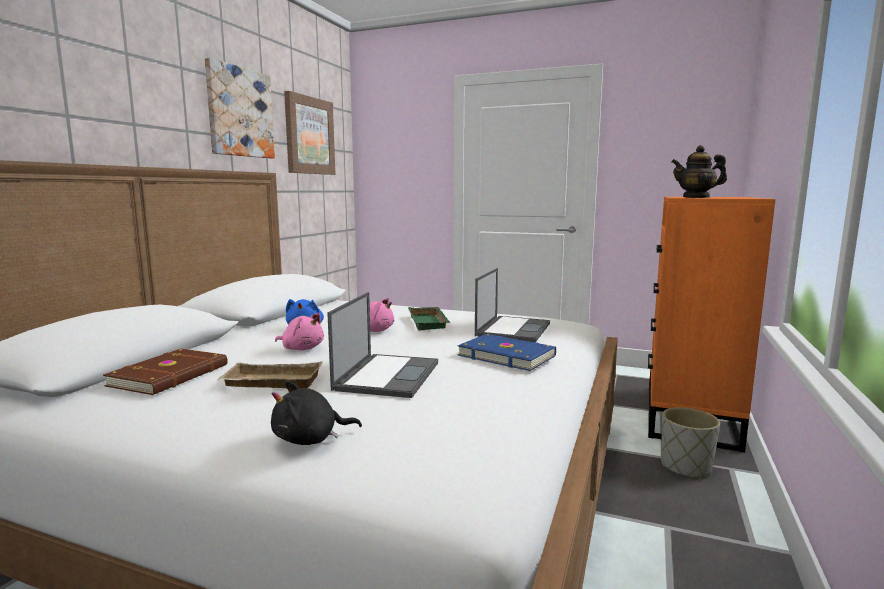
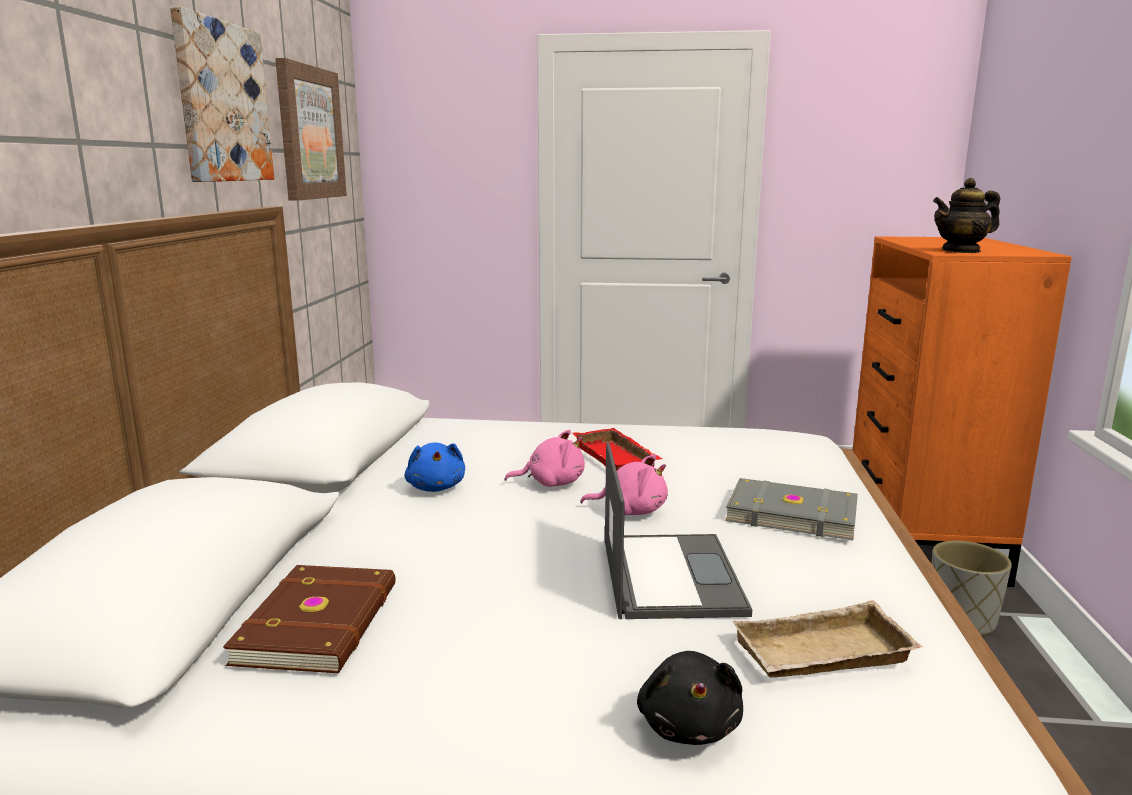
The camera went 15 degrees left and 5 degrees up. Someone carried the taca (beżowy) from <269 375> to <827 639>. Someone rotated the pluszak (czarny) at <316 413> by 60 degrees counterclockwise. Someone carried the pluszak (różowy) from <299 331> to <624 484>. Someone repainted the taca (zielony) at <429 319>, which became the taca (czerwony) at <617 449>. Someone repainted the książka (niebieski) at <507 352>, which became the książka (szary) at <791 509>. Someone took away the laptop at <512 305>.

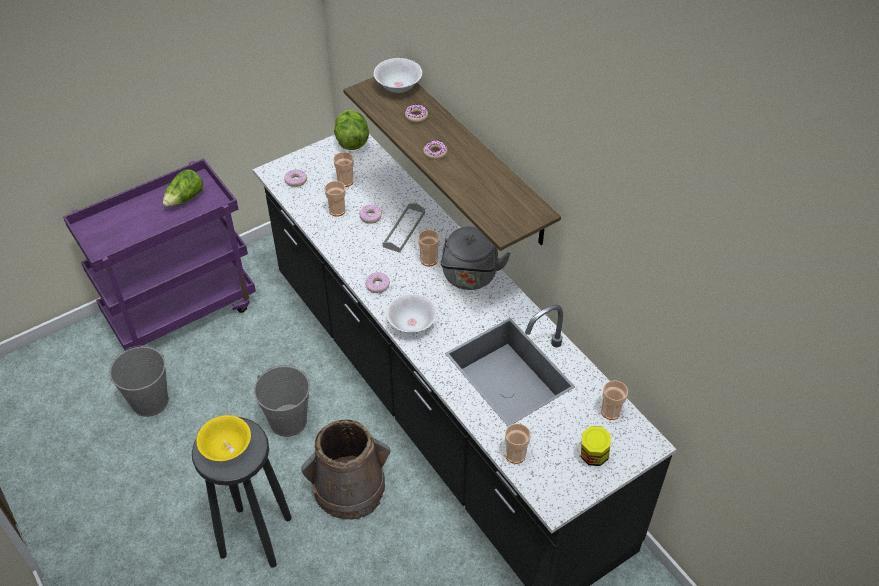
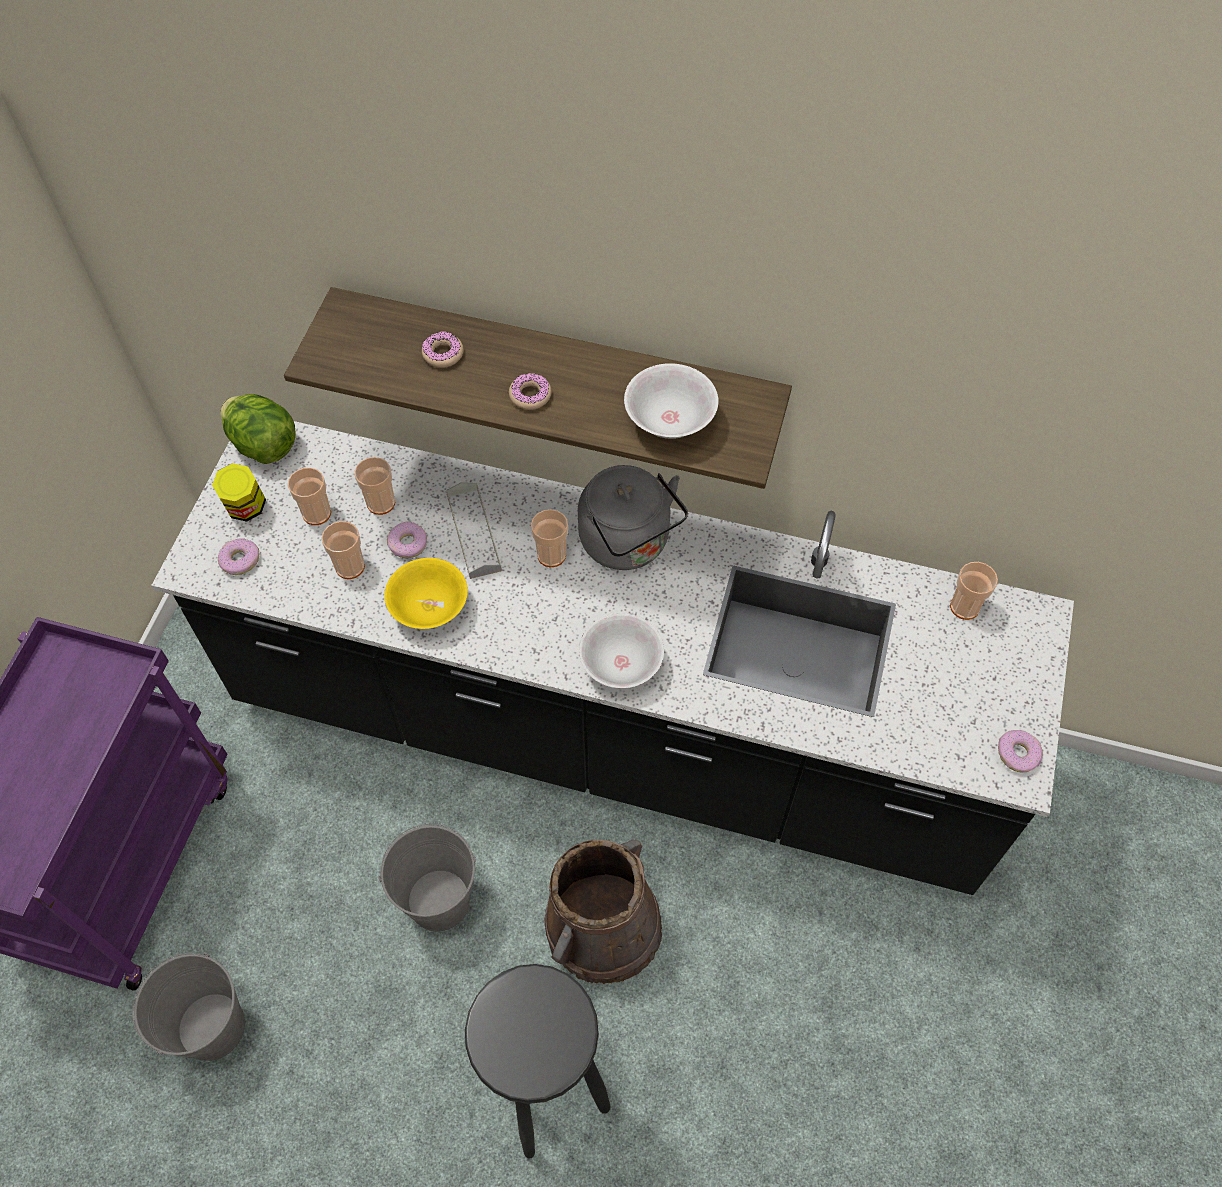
The camera went 40 degrees left and 10 degrees up. Someone took away the sałata at <183 188>. Someone carried the miska (żółty) from <223 438> to <426 593>. Someone carried the donut from <378 282> to <1020 751>. Someone carried the miska (biały) from <398 75> to <671 401>. Someone carried the filiżanka from <518 443> to <375 486>. Someone carried the słoik from <596 446> to <239 492>.

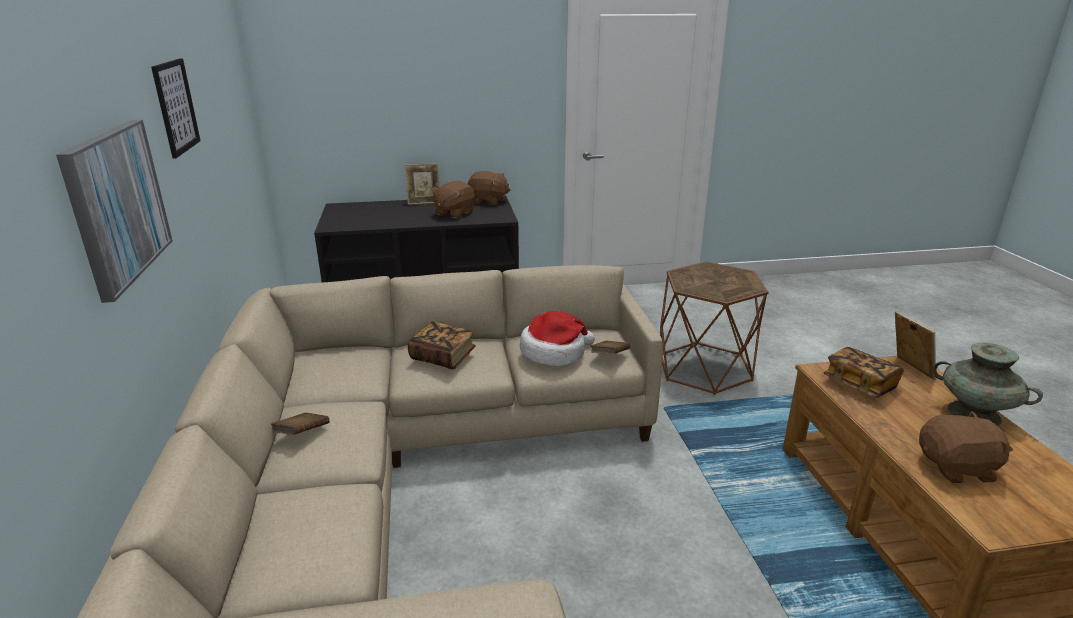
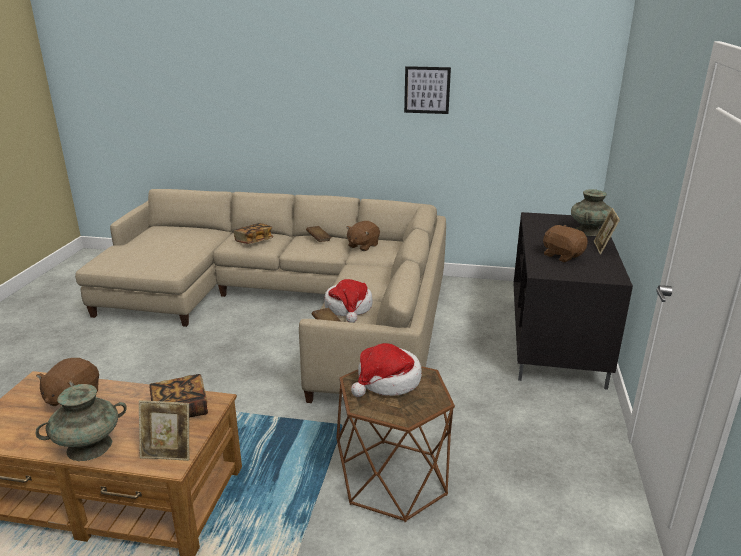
The camera went 110 degrees right and 0 degrees up. Someone took away the obraz at <114 211>. Someone carried the książka from <442 345> to <253 233>. Someone carried the pluszak (brązowy) from <489 188> to <363 236>. Someone put down the kapelusz at <386 370>. Someone put down the wazon (turkusowy) at <591 212>.

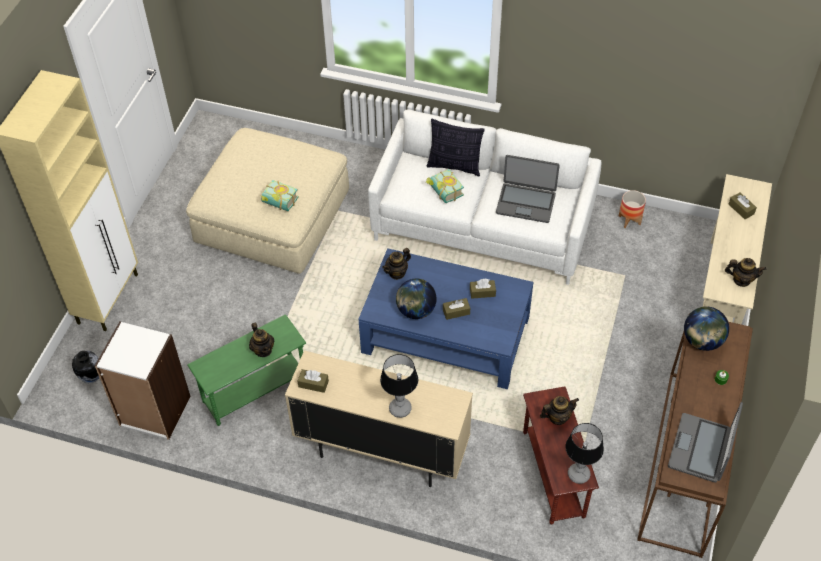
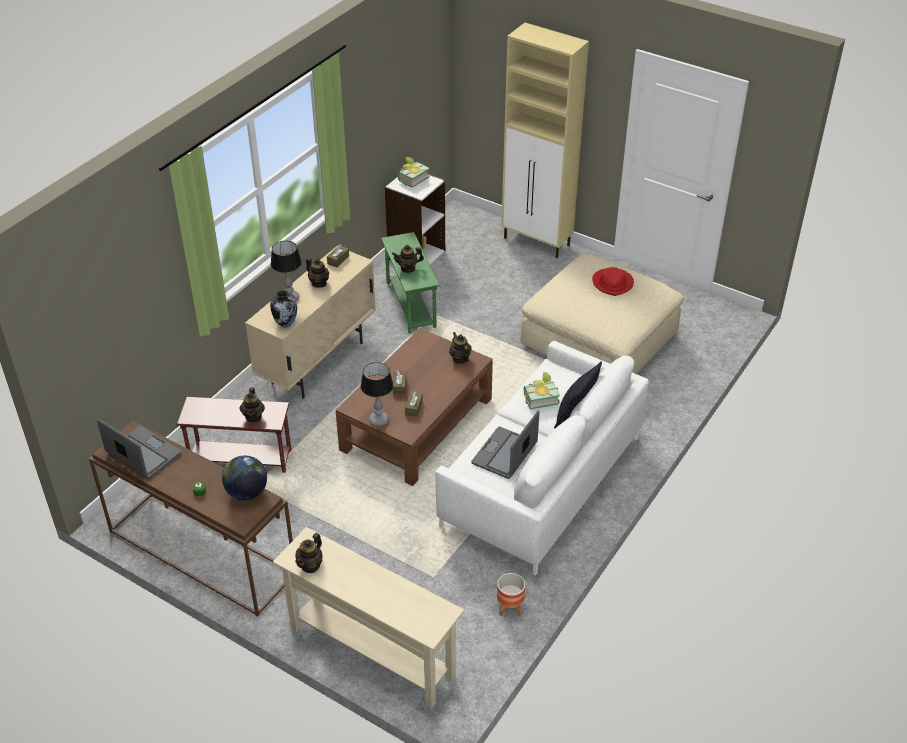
The camera went 105 degrees right and 10 degrees down. Someone carried the wazon from <85 367> to <283 308>. Someone carried the książka from <279 195> to <413 172>. Someone repainted the ława (niebieski) at <445 318>, which became the ława (brązowy) at <414 407>. Someone took away the globus at <416 298>. Someone carried the lampa stołowa from <584 453> to <377 394>. Someone took away the pudełko chusteczek (brązowy) at <742 206>. Someone put down the imbryk at <317 273>. Someone put down the kapelusz (czerwony) at <613 281>.

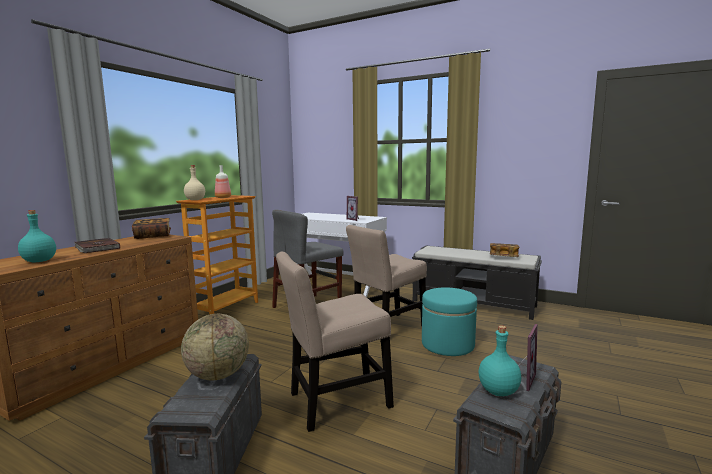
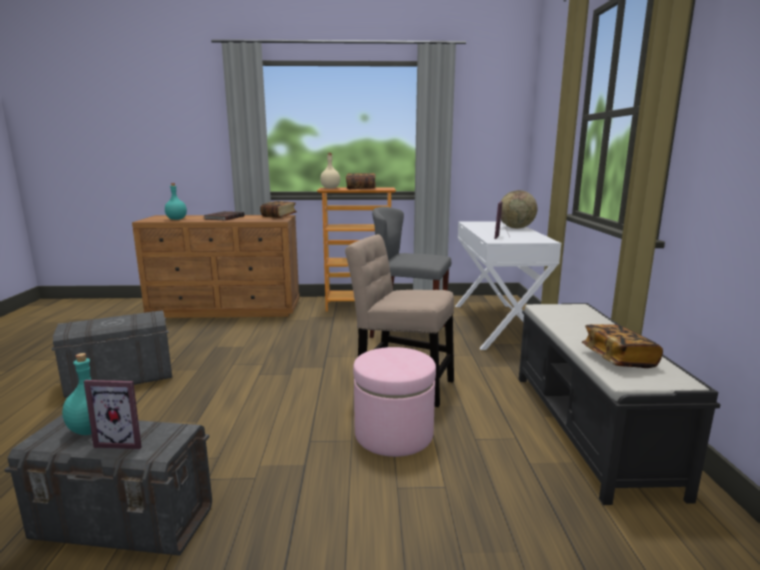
The camera went 60 degrees right and 5 degrees up. Someone carried the globus from <215 347> to <519 209>. Someone swapped the butelka at <223 181> for the książka at <361 181>. Someone took away the krzesło (beżowy) at <335 342>. Someone repainted the pufa (turkusowy) at <449 321>, which became the pufa (różowy) at <394 402>.

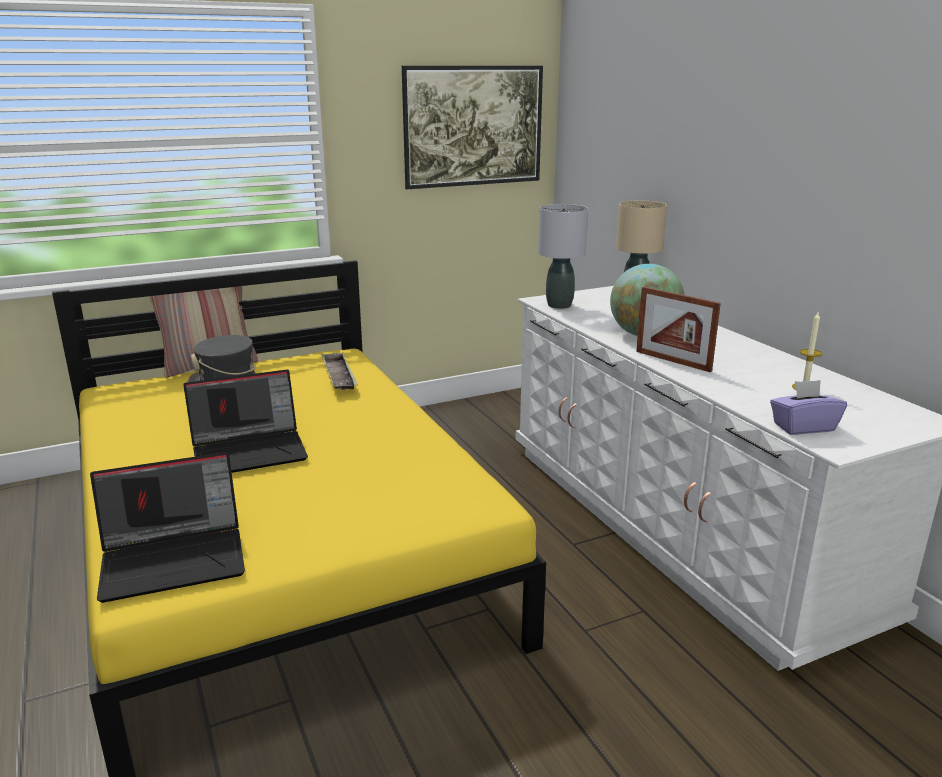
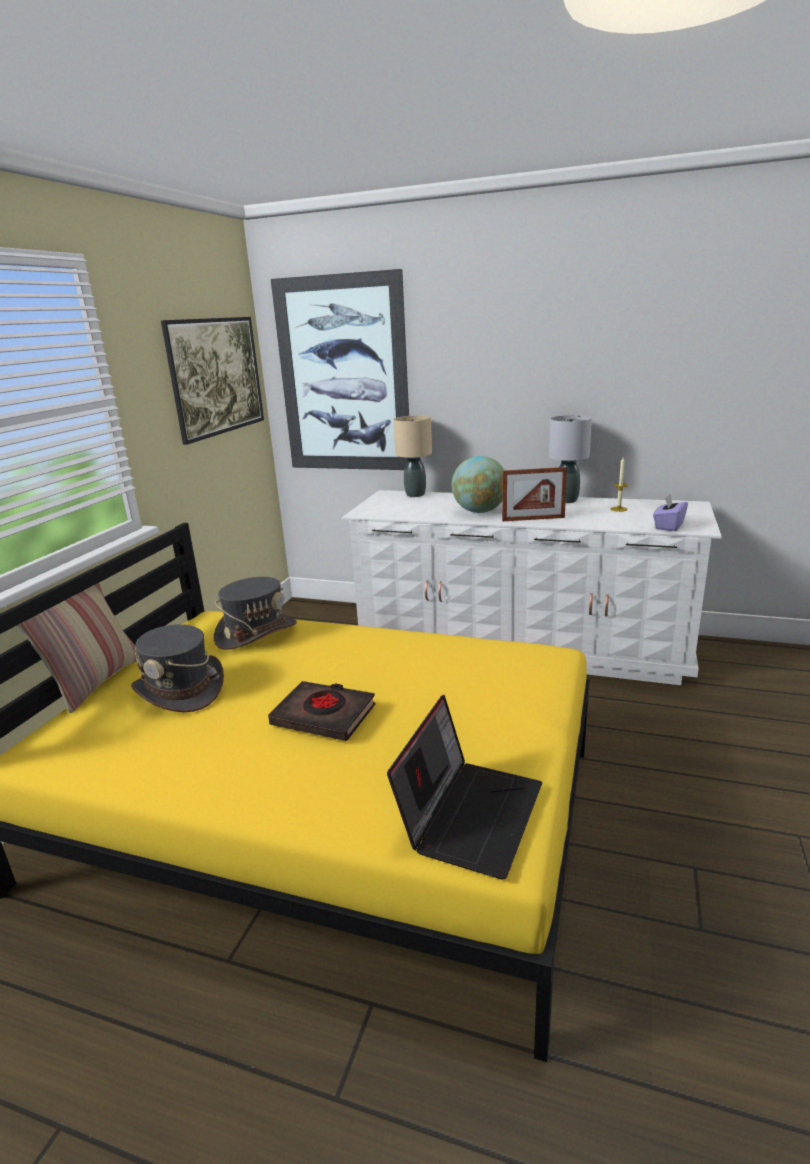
The camera went 45 degrees left and 0 degrees up. Someone swapped the laptop at <245 421> for the książka (czarny) at <322 711>. Someone swapped the taca at <339 371> for the kapelusz (szary) at <255 613>. Someone carried the lampa stołowa (szary) from <563 256> to <570 459>. Someone put up the obraz at <340 369>.

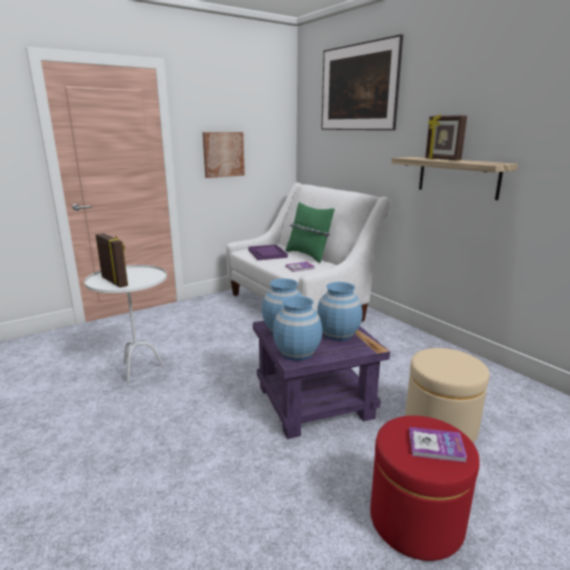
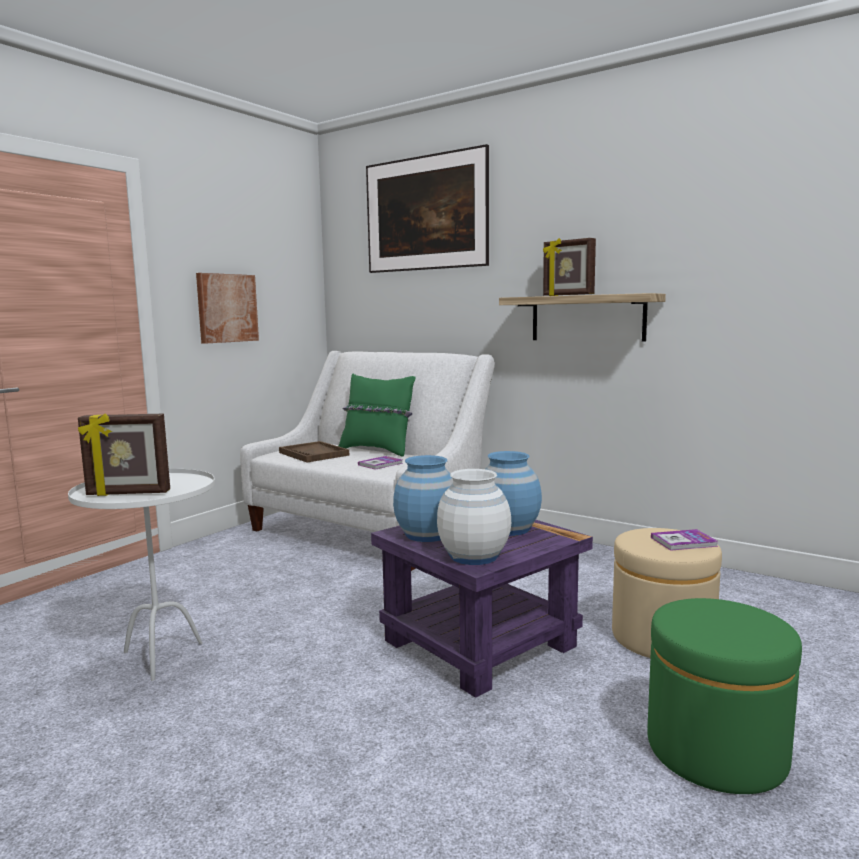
The camera went 20 degrees left and 10 degrees down. Someone rotated the ramka na zdjęcie at <111 260> by 150 degrees clockwise. Someone repainted the taca (fioletowy) at <268 252>, which became the taca (brązowy) at <314 451>. Someone repainted the wazon (niebieski) at <297 328>, which became the wazon (biały) at <474 517>. Someone repainted the pufa (czerwony) at <425 488>, which became the pufa (zielony) at <724 696>. Someone carried the książka from <438 444> to <684 540>.

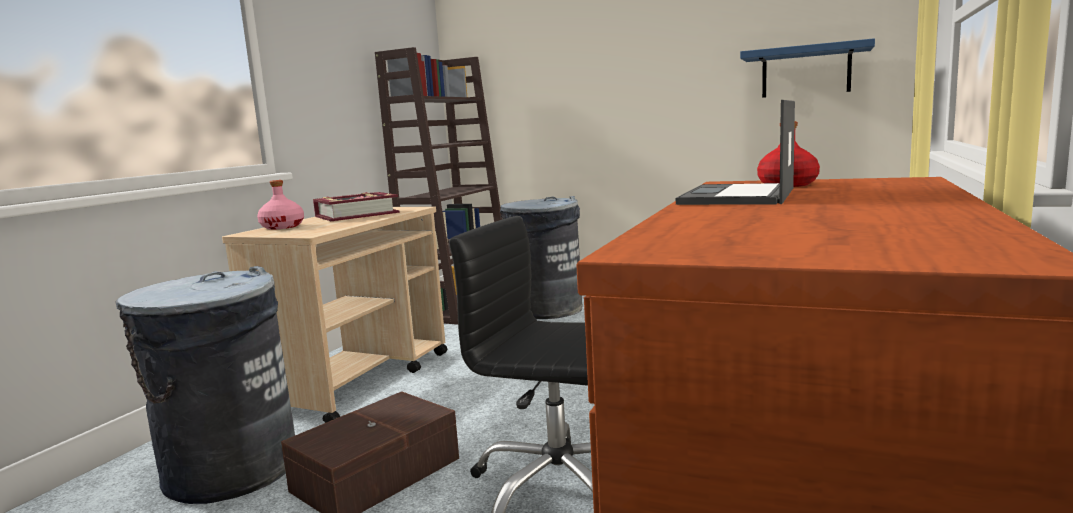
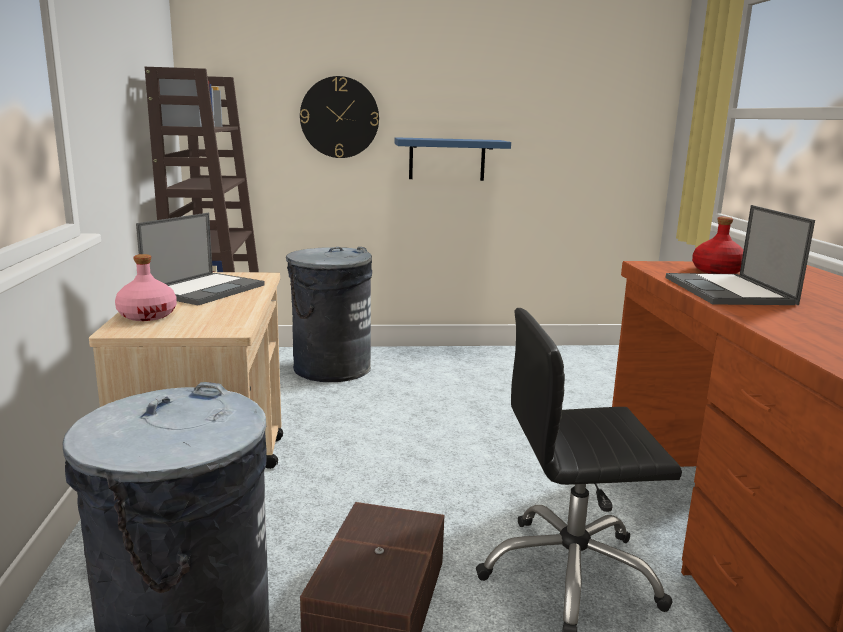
The camera went 30 degrees left and 5 degrees up. Someone swapped the książka at <356 206> for the laptop at <200 259>. Someone carried the półka (niebieski) from <807 68> to <453 159>. Someone put up the zegar ścienny at <339 117>.

